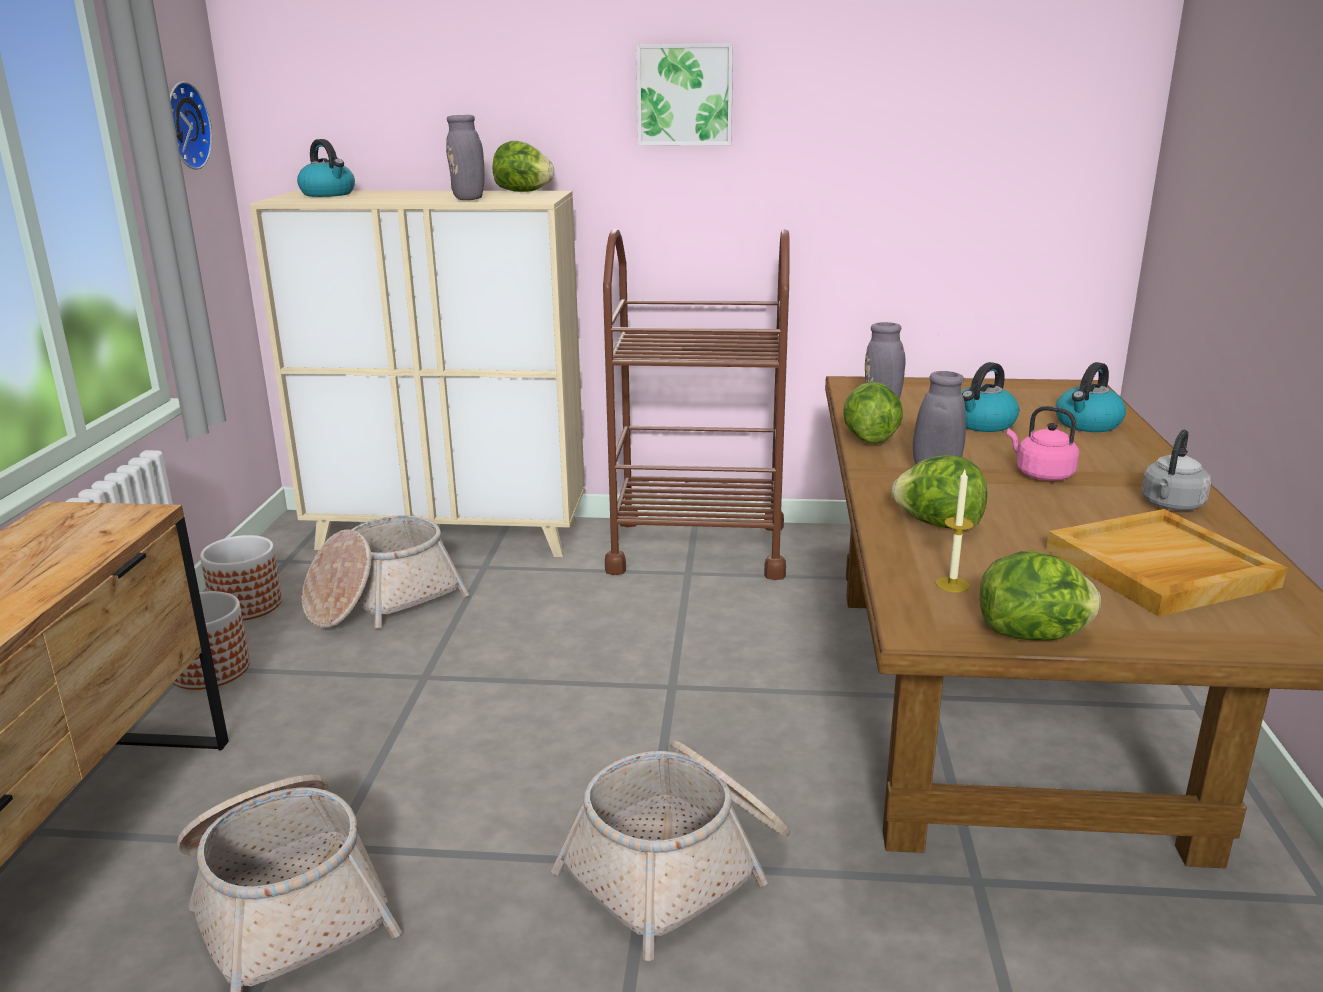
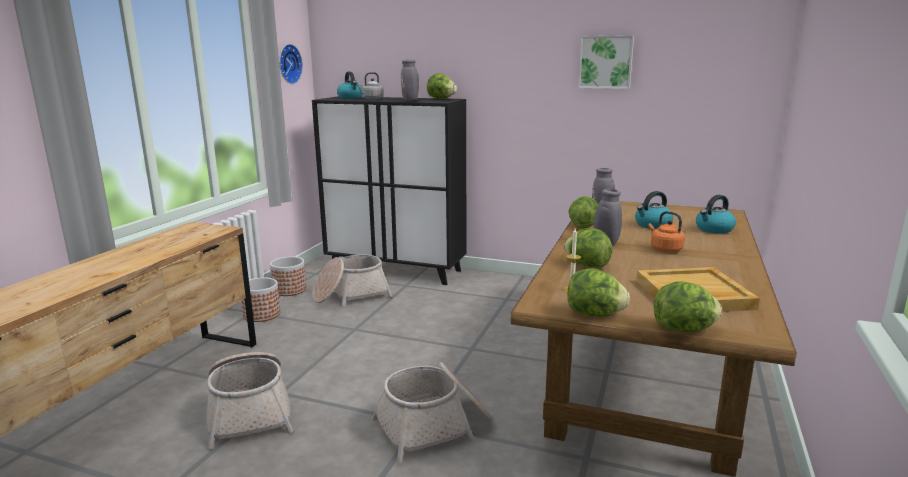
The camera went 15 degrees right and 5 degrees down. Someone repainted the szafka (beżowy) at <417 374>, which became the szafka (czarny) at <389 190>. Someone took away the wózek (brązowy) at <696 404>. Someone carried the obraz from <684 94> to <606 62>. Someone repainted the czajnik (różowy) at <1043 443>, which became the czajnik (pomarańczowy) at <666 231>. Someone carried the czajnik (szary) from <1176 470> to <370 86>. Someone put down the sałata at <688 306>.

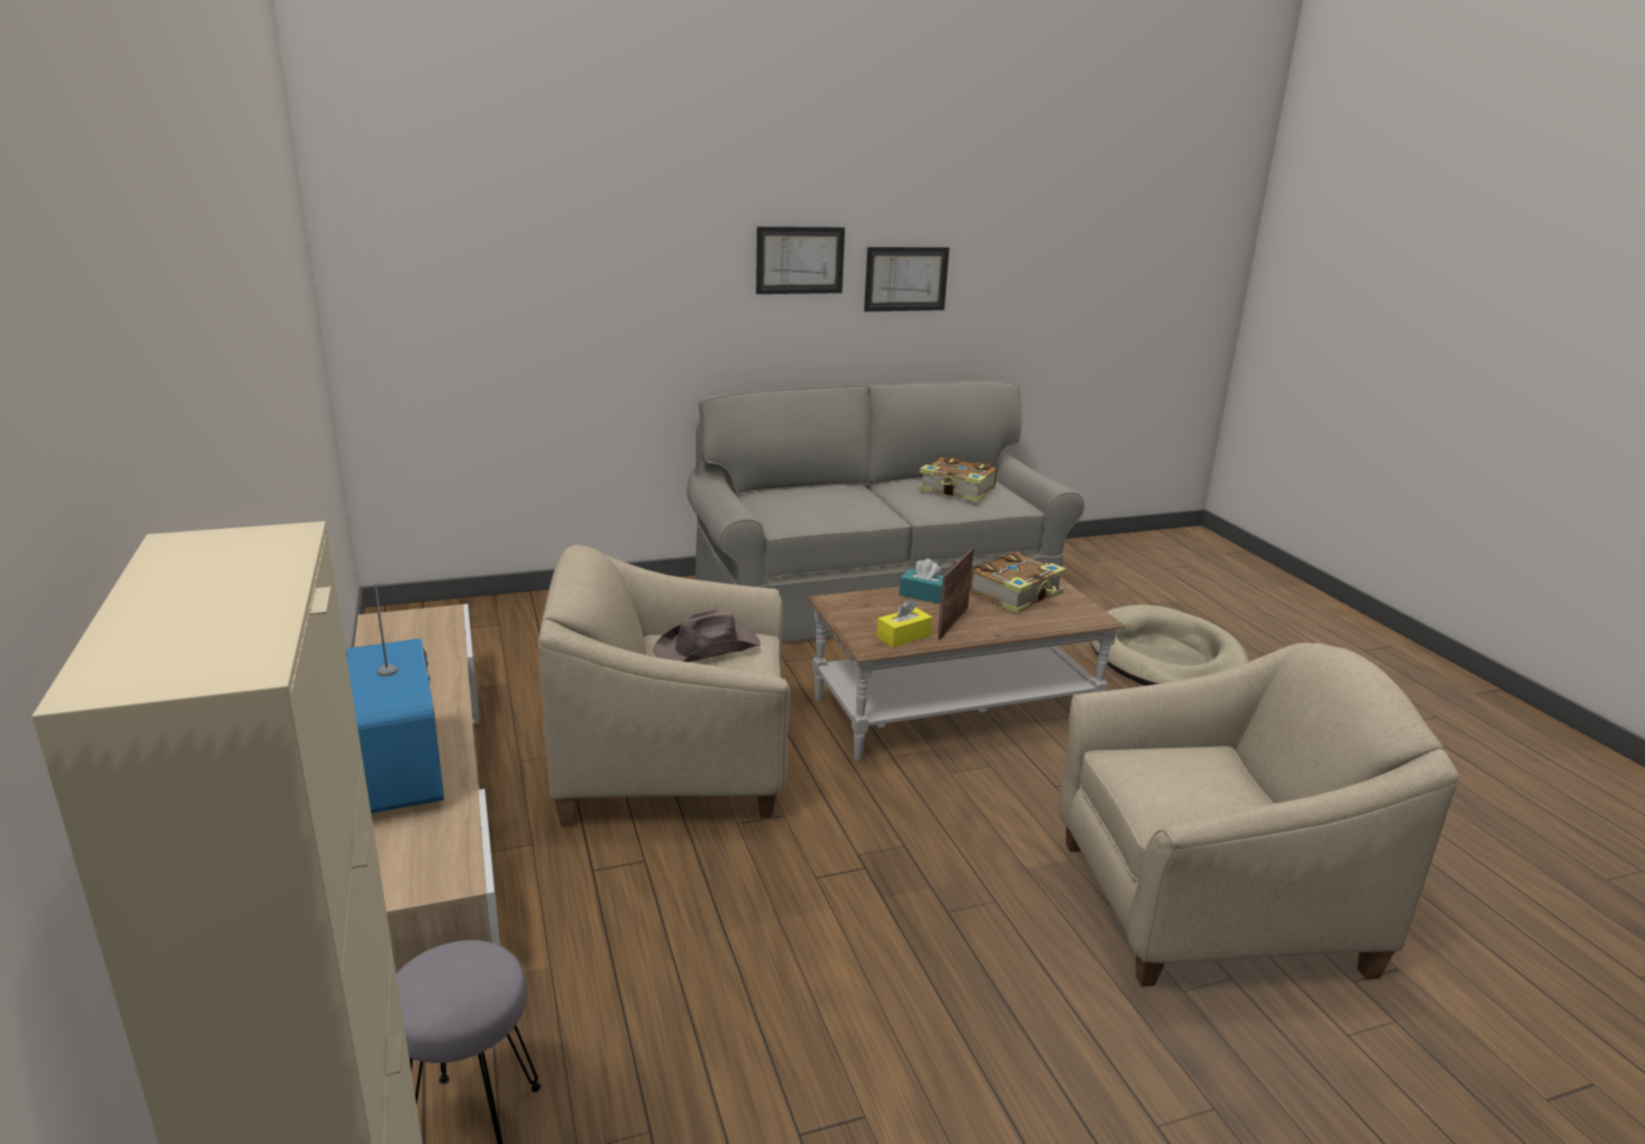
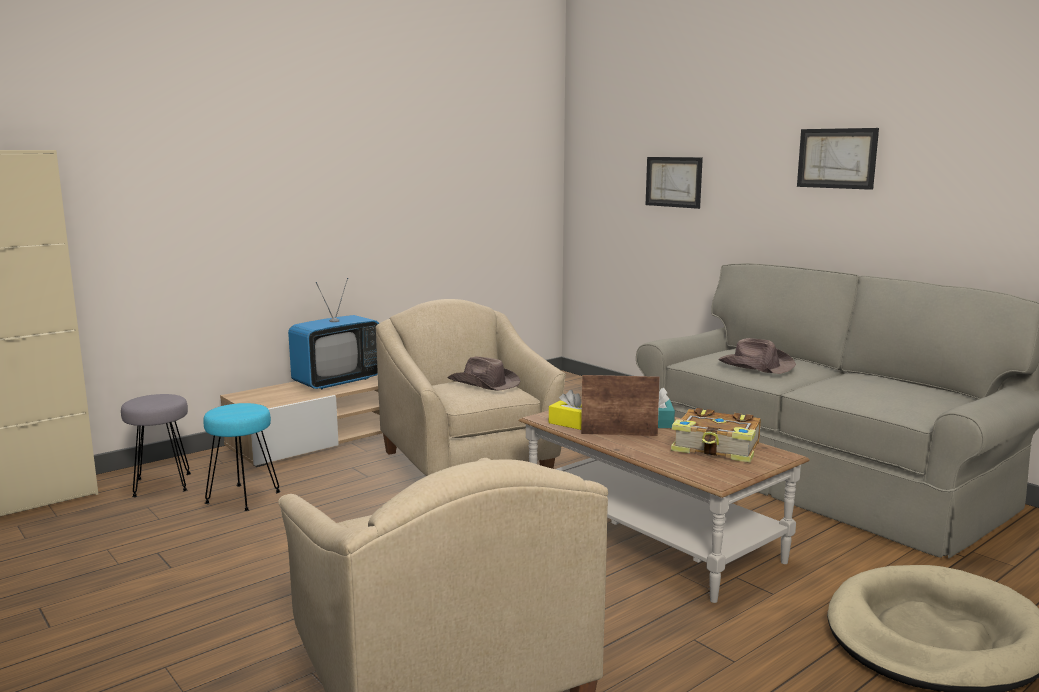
The camera went 70 degrees right and 10 degrees down. Someone carried the obraz from <906 279> to <674 183>. Someone took away the książka at <957 479>. Someone put down the stołek (turkusowy) at <242 457>. Someone put down the kapelusz (brązowy) at <757 356>.

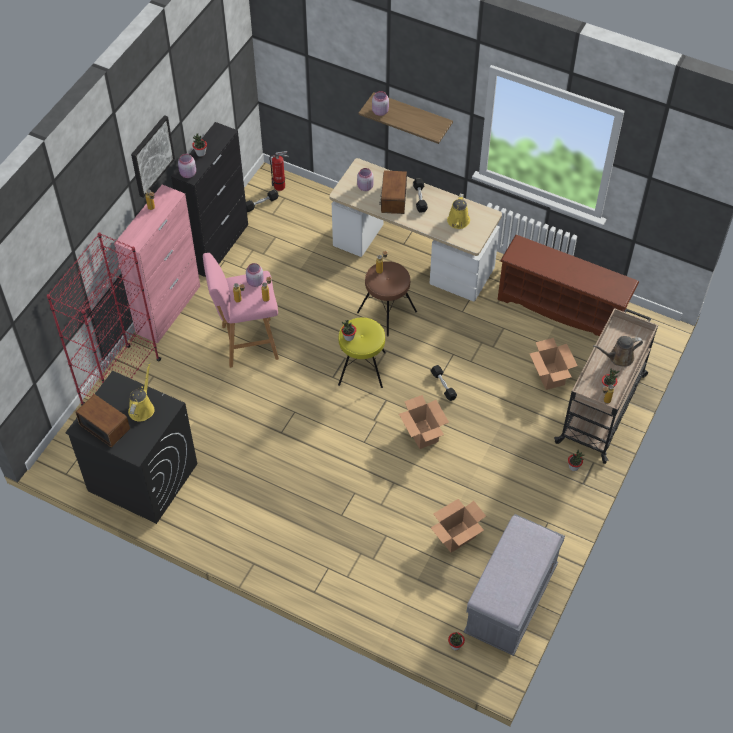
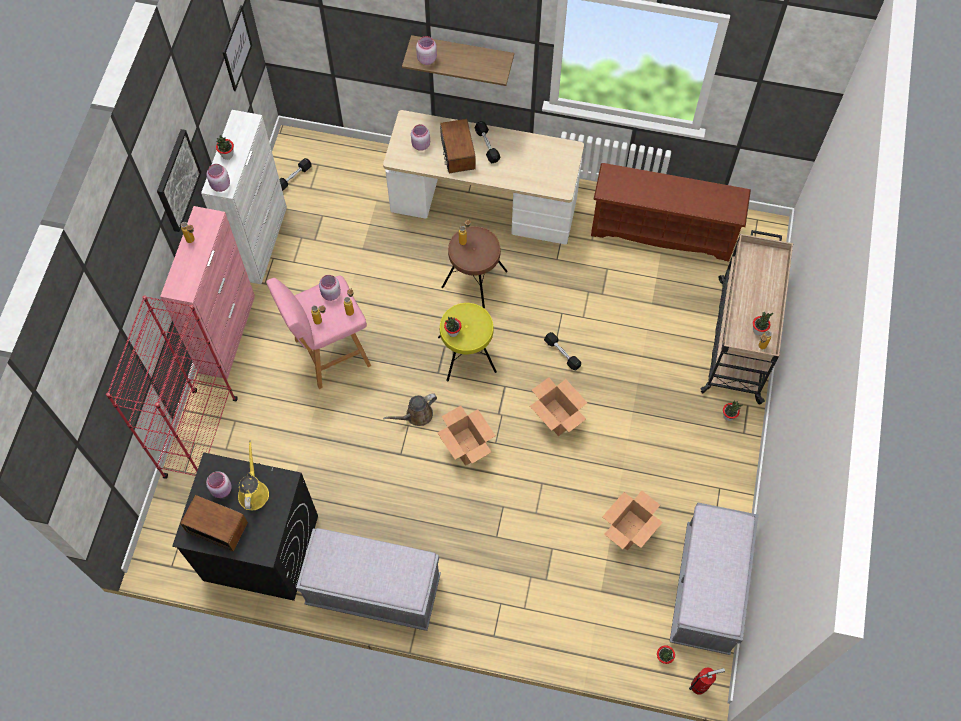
The camera went 15 degrees left and 10 degrees up. Someone repainted the szafka (czarny) at <209 199>, which became the szafka (biały) at <244 197>. Someone carried the gaśnica from <279 171> to <707 681>. Someone took away the konewka (żółty) at <458 211>. Someone carried the karton from <553 364> to <466 436>. Someone carried the konewka (brązowy) from <618 351> to <410 409>. Someone put down the słoik (różowy) at <219 484>. Someone put up the obraz at <237 48>. Someone put down the ławka (szary) at <368 579>.

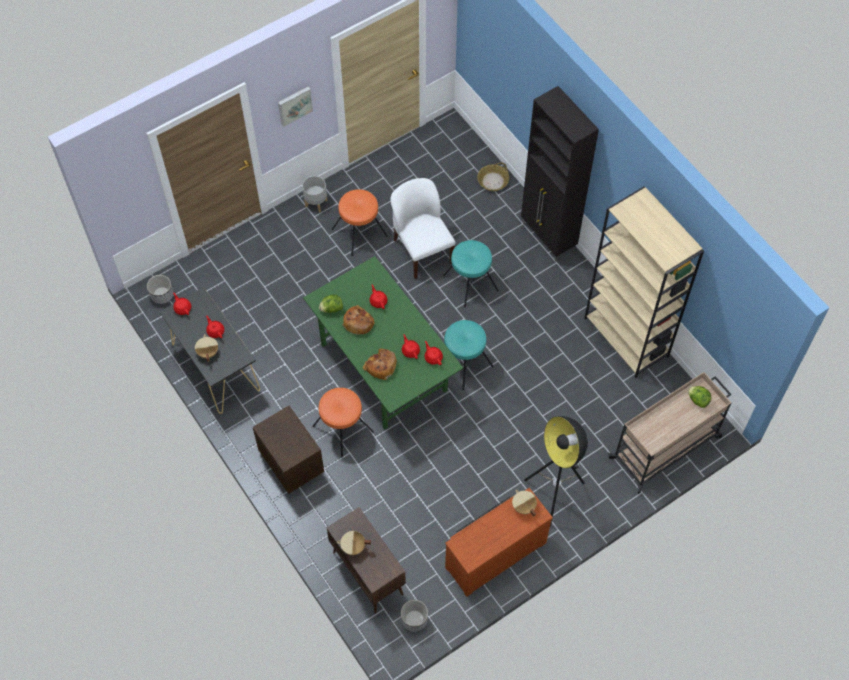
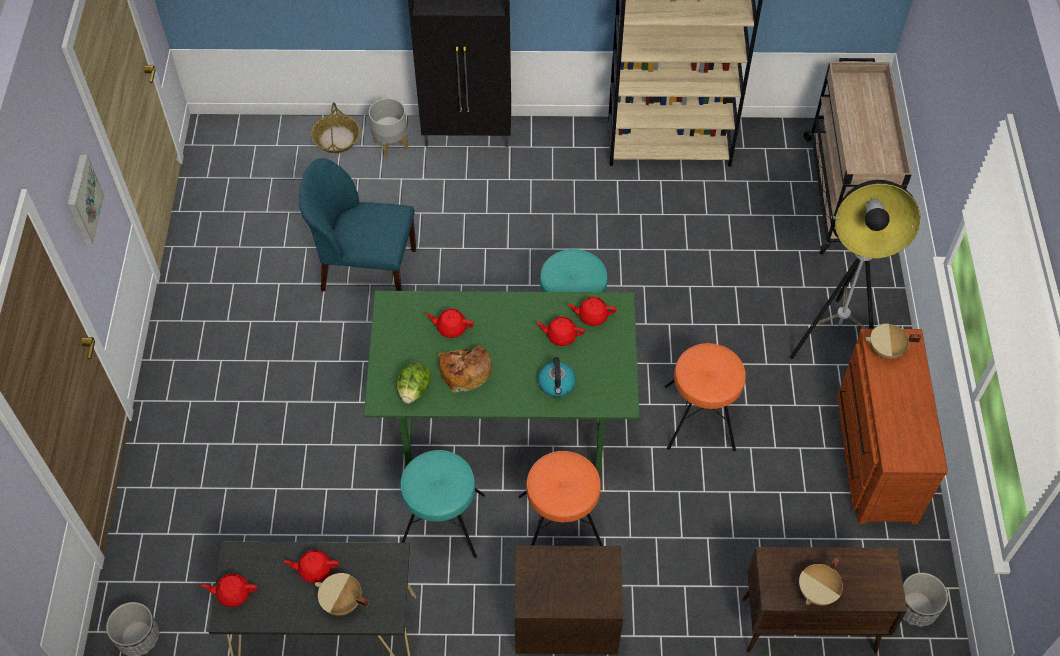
The camera went 55 degrees left and 5 degrees down. Someone carried the donica (szary) from <314 194> to <388 128>. Someone carried the stołek (pomarańczowy) from <360 222> to <705 397>. Someone swapped the chleb at <380 364> for the czajnik at <557 377>. Someone repainted the krzesło (biały) at <422 228>, which became the krzesło (niebieski) at <357 225>. Someone carried the stołek (turkusowy) from <471 274> to <442 504>. Someone took away the sałata at <699 397>.

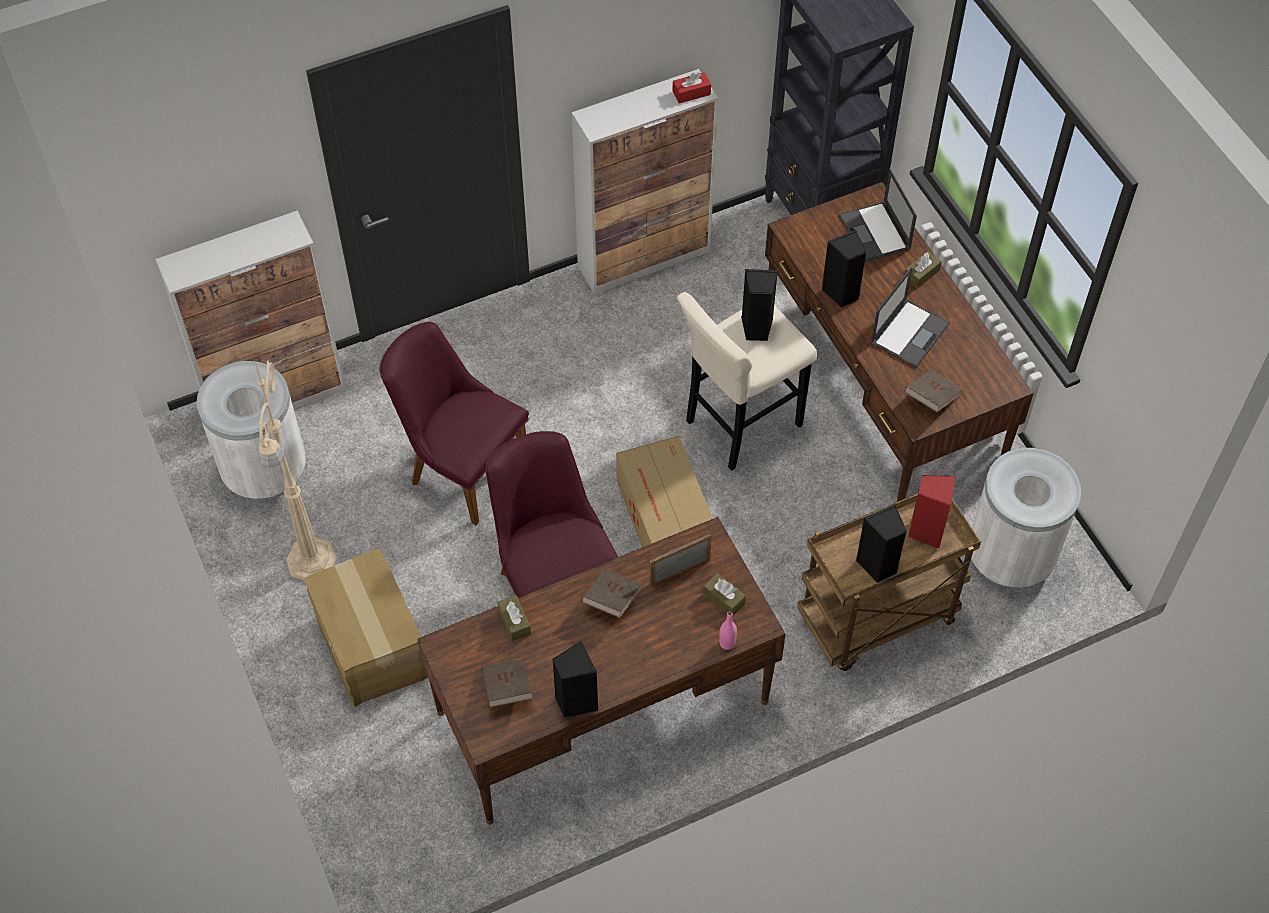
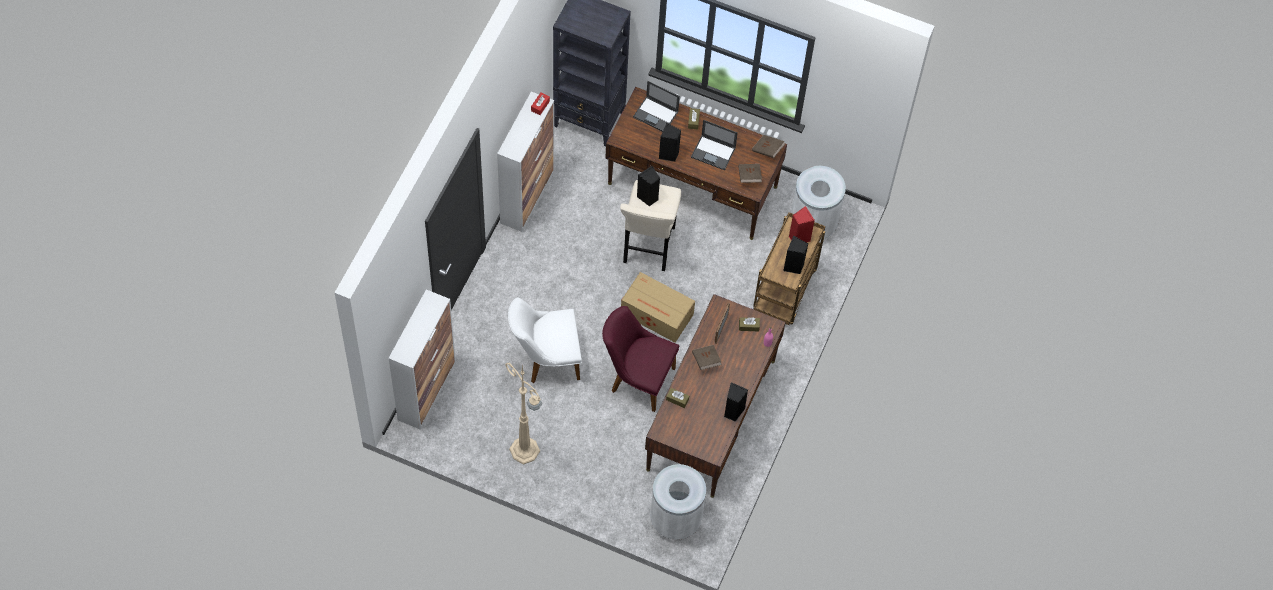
The camera went 45 degrees left and 5 degrees up. Someone carried the kosz na śmieci (biały) from <251 430> to <678 502>. Someone took away the karton at <366 628>. Someone repainted the krzesło (fioletowy) at <454 423>, which became the krzesło (biały) at <545 340>. Someone carried the książka (brązowy) from <507 683> to <768 146>. Someone rotated the laptop at <910 317> by 120 degrees clockwise.

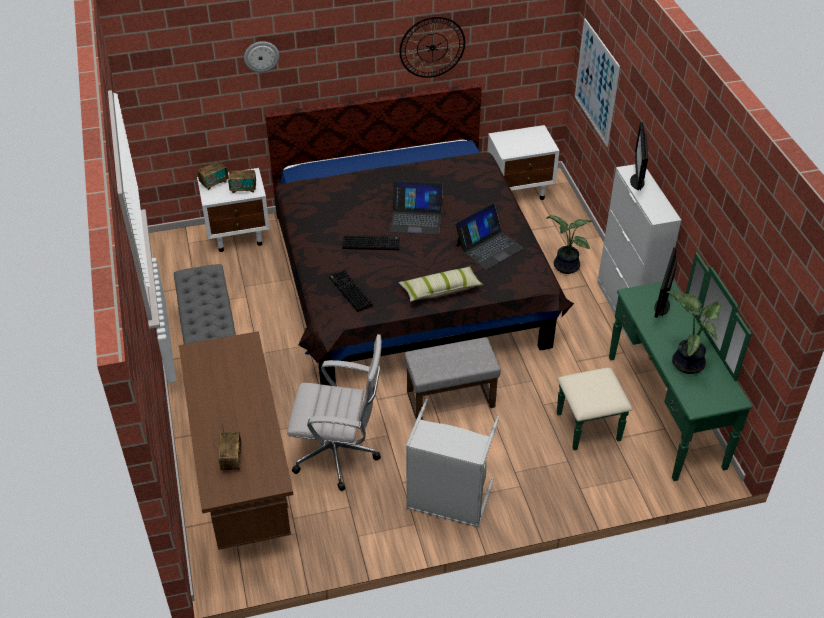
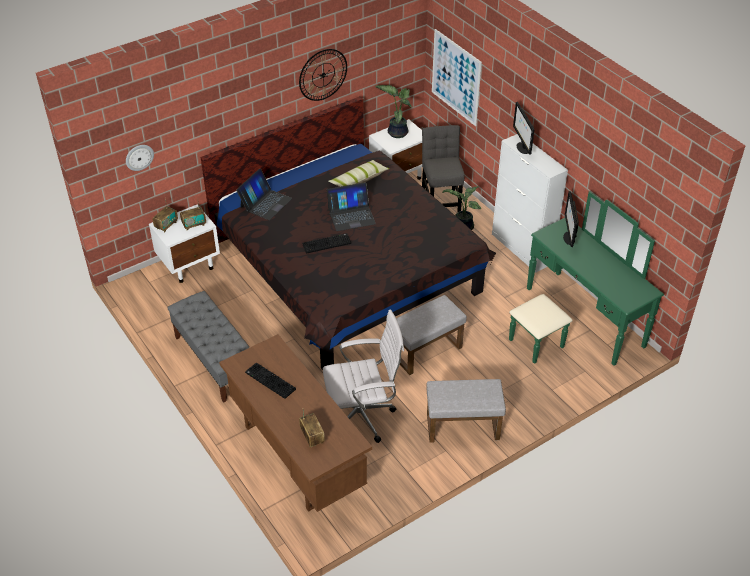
The camera went 20 degrees left and 0 degrees up. Someone carried the zegar ścienny from <261 56> to <140 158>. Someone carried the klawiatura from <351 291> to <270 381>. Someone carried the poduszka from <441 284> to <359 173>. Someone swapped the kosz na pranie (szary) at <452 463> for the pufa (szary) at <466 410>. Someone carried the laptop from <489 236> to <264 194>. Someone carried the roślina doniczkowa from <694 332> to <393 111>. Someone put down the krzesło (szary) at <443 168>.

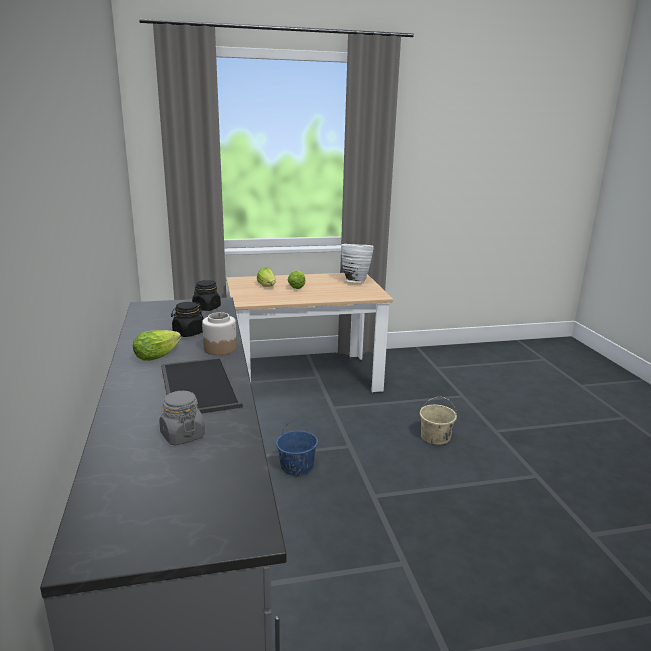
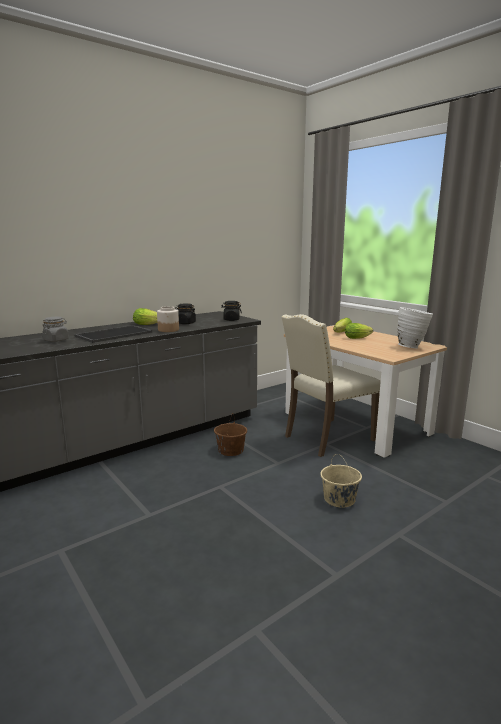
The camera went 65 degrees right and 5 degrees down. Someone repainted the wiadro (niebieski) at <297 448>, which became the wiadro (brązowy) at <230 437>. Someone put down the krzesło (beżowy) at <331 385>.

